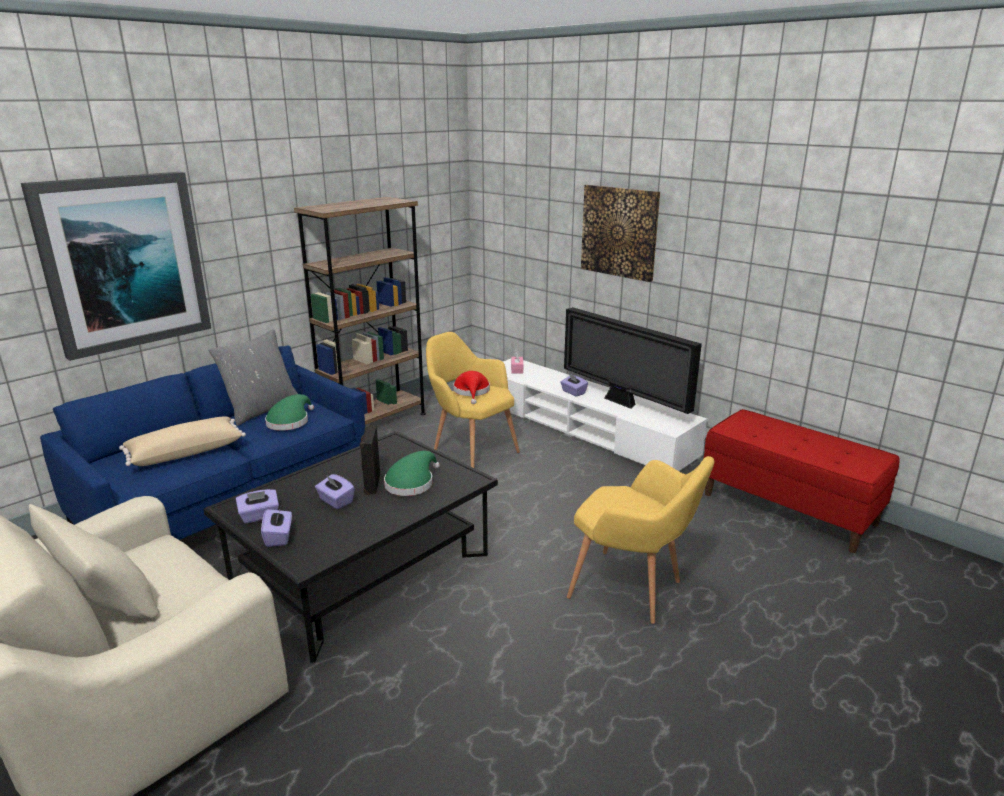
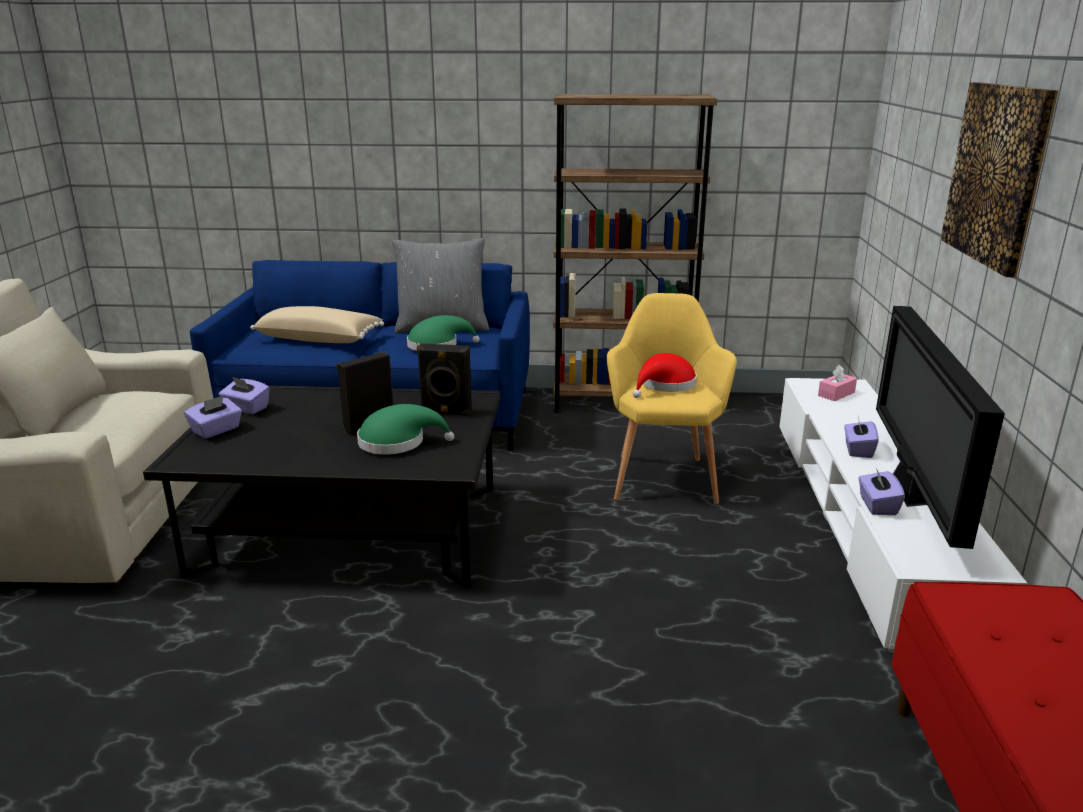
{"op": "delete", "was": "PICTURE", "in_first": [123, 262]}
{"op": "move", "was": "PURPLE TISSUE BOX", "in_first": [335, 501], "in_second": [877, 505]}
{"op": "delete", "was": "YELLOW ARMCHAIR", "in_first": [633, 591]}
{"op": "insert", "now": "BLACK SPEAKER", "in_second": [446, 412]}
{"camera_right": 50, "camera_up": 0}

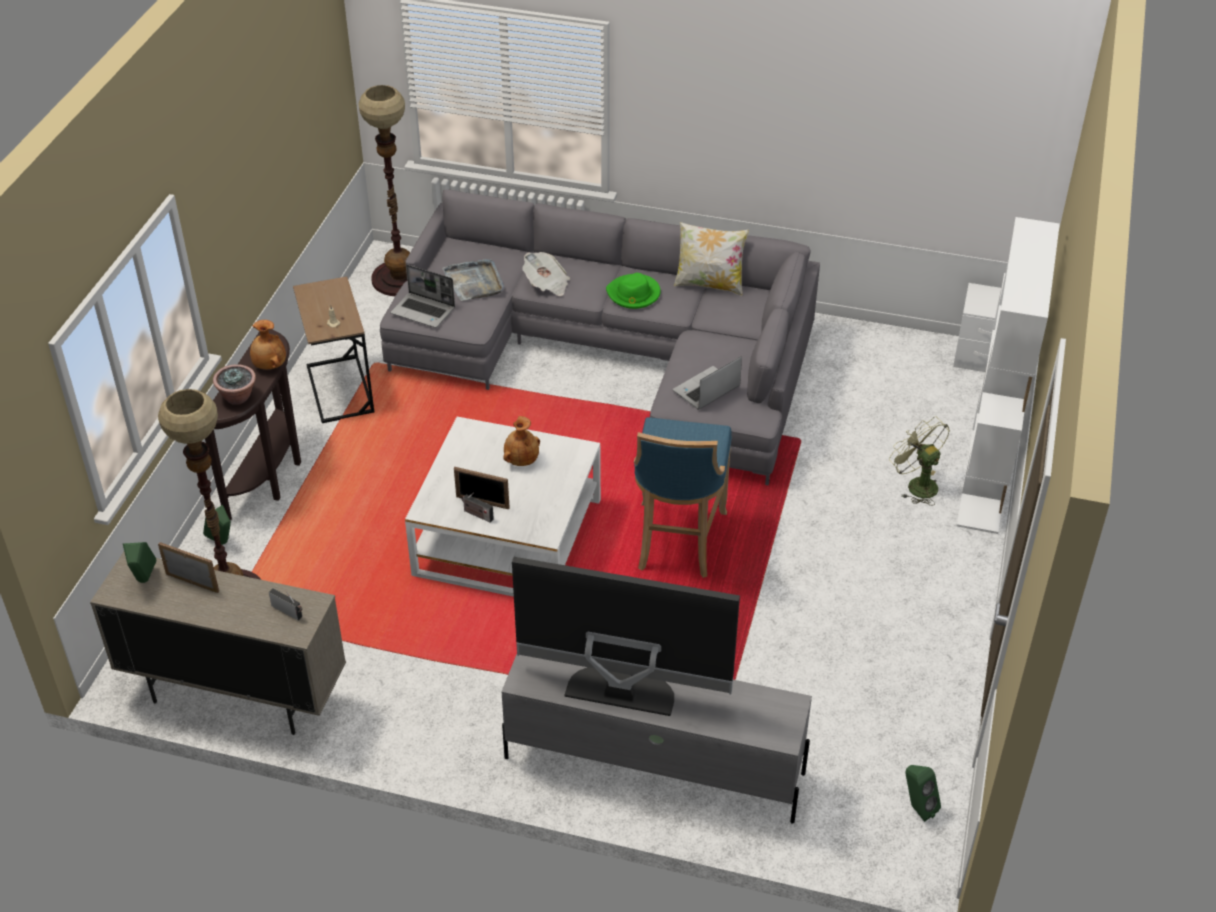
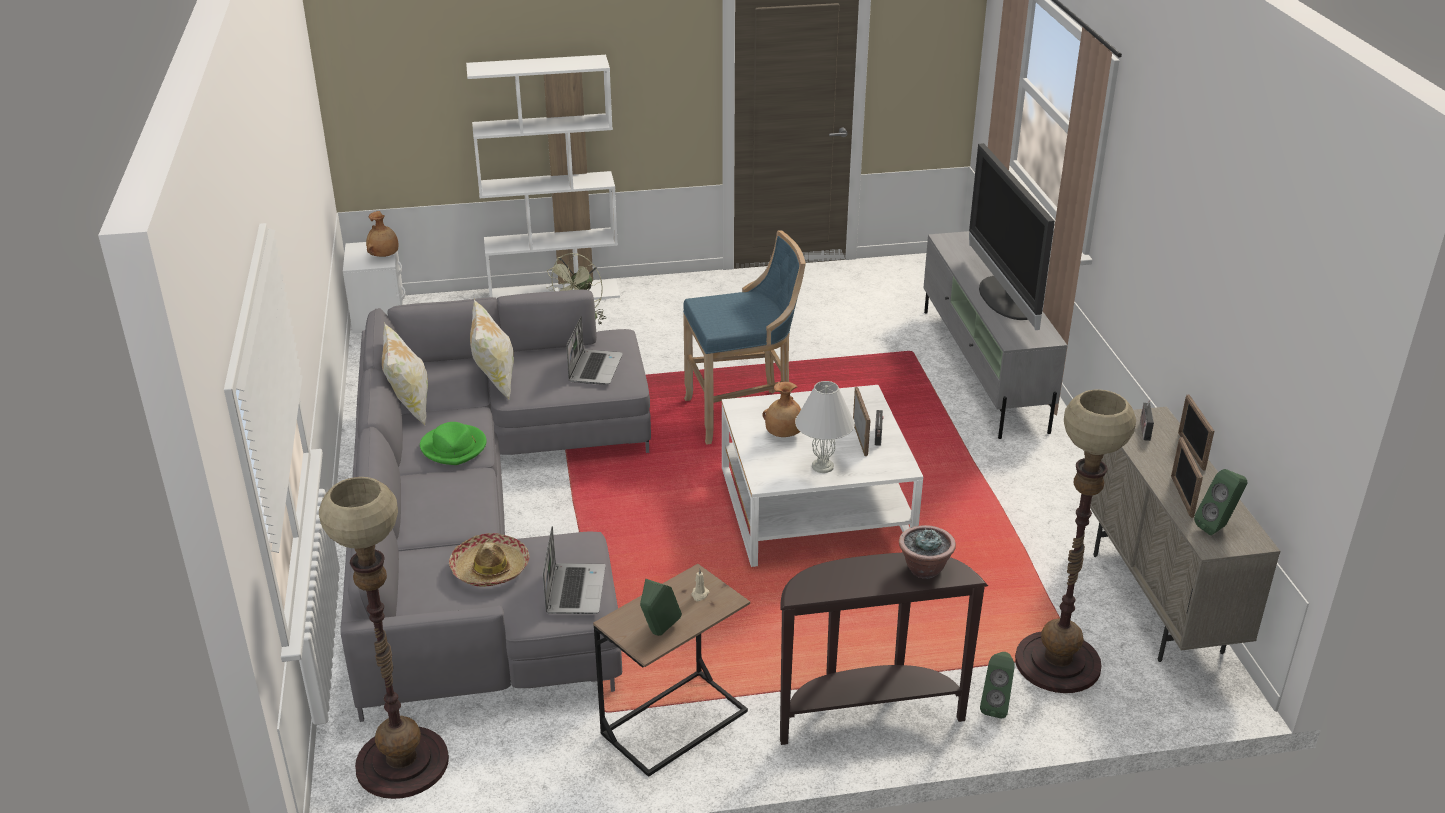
{"op": "move", "was": "BROWN VASE", "in_first": [269, 365], "in_second": [384, 256]}
{"op": "replace", "was": "GREY TRAY", "now": "HAT", "in_first": [474, 282], "in_second": [490, 569]}
{"op": "delete", "was": "NEWSPAPER", "in_first": [546, 284]}
{"op": "rotate", "was": "LAPTOP", "in_first": [706, 390], "in_second": [595, 368], "clockwise": -105}
{"op": "move", "was": "GREEN SPEAKER", "in_first": [917, 807], "in_second": [658, 634]}
{"op": "insert", "now": "PILLOW", "in_second": [495, 380]}
{"op": "insert", "now": "WHITE TABLE LAMP", "in_second": [822, 467]}
{"op": "insert", "now": "PICTURE FRAME", "in_second": [1191, 451]}
{"camera_right": -115, "camera_up": -10}

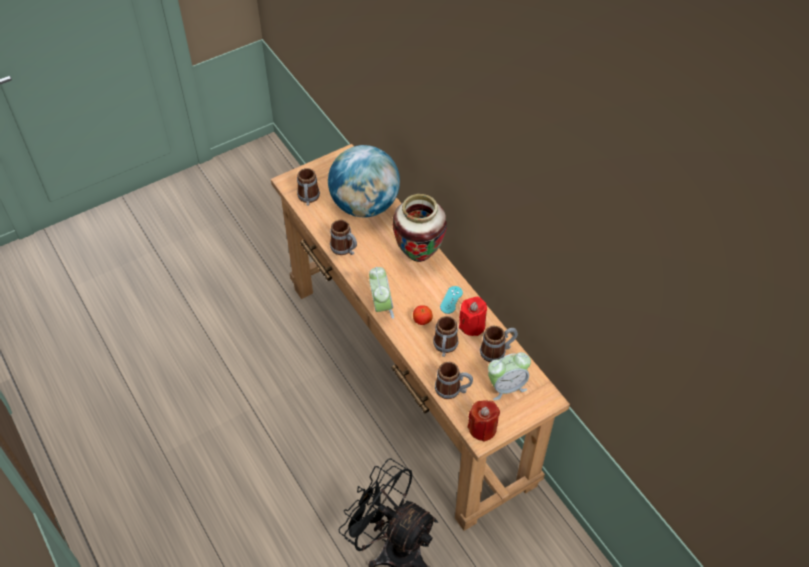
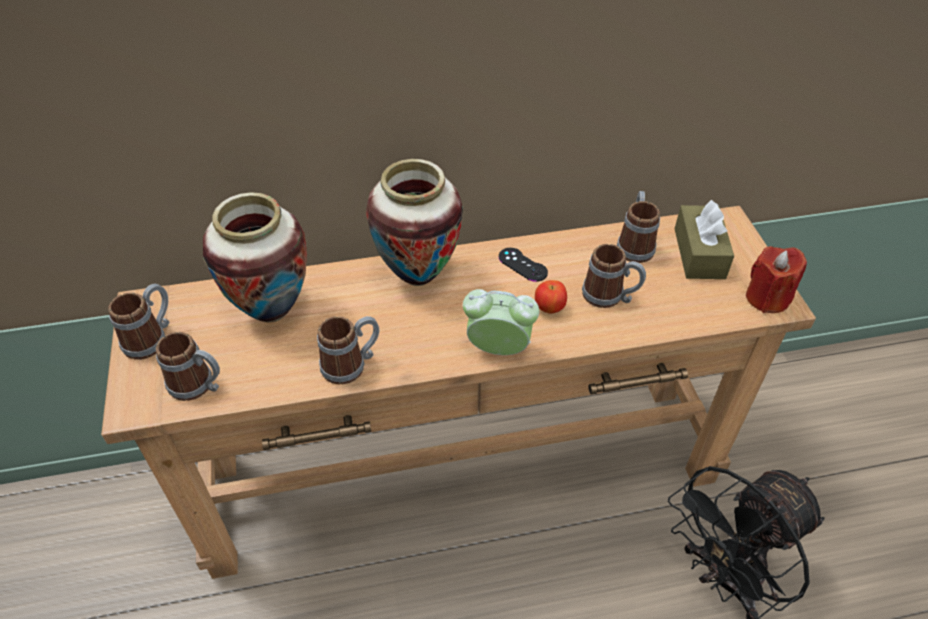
{"op": "replace", "was": "GLOBE", "now": "VASE", "in_first": [364, 205], "in_second": [271, 312]}
{"op": "move", "was": "MUG", "in_first": [453, 390], "in_second": [151, 338]}
{"op": "recolor", "was": "TURQUOISE GAME CONTROLLER", "now": "BLACK GAME CONTROLLER", "in_first": [451, 300], "in_second": [522, 265]}
{"op": "delete", "was": "RED CANDLE", "in_first": [472, 325]}
{"op": "replace", "was": "ALARM CLOCK", "now": "BROWN TISSUE BOX", "in_first": [506, 387], "in_second": [699, 253]}
{"camera_right": -70, "camera_up": -5}

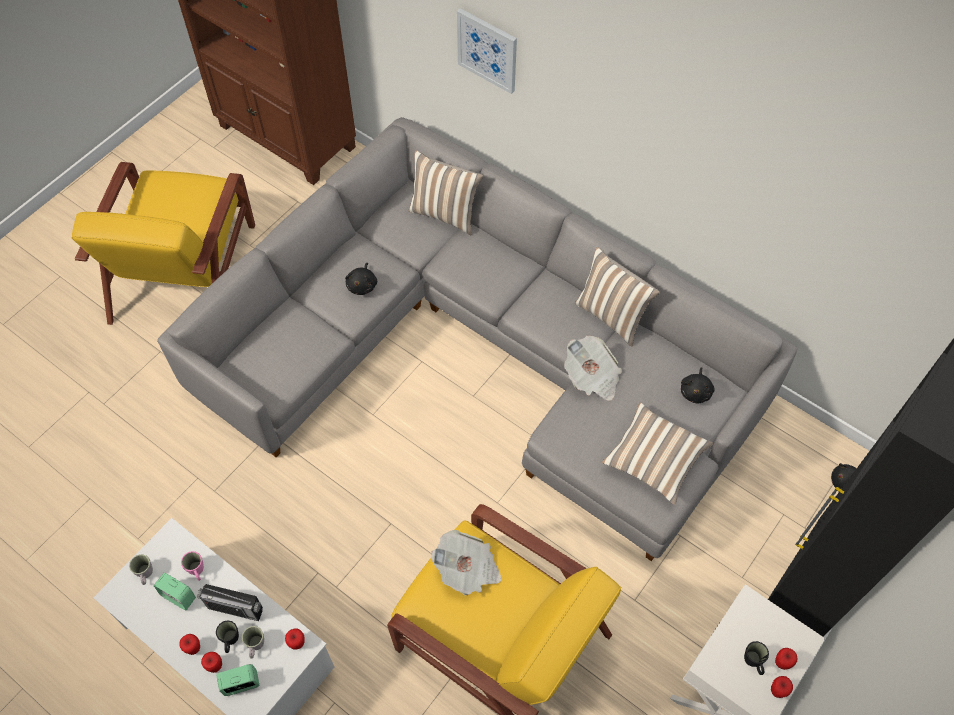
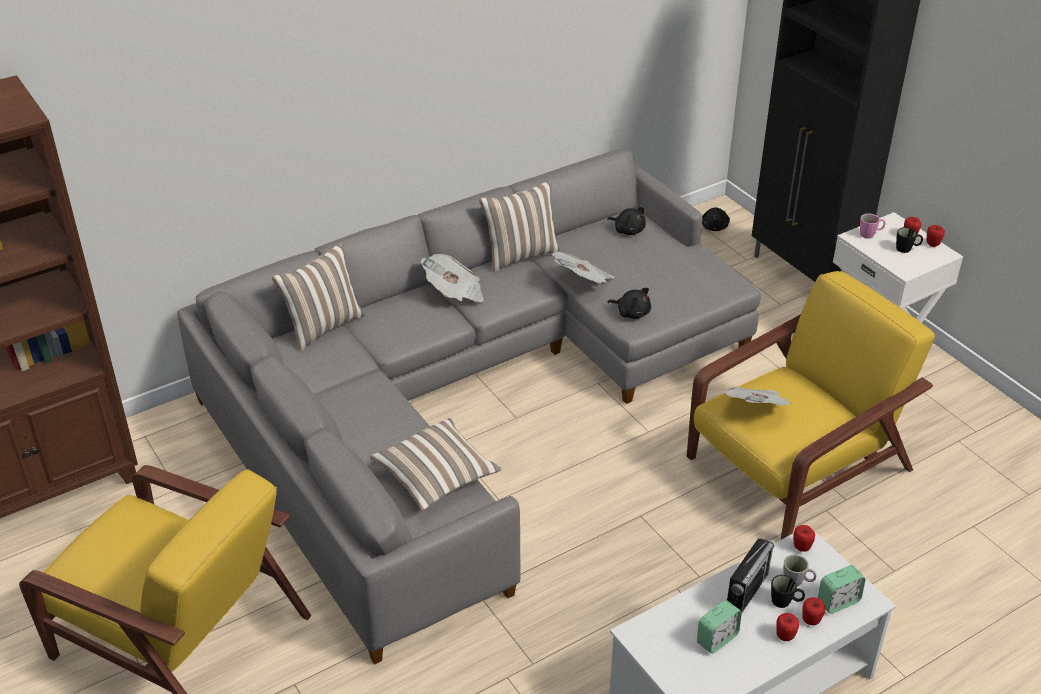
{"op": "delete", "was": "GREY MUG", "in_first": [145, 575]}
{"op": "move", "was": "PINK MUG", "in_first": [197, 571], "in_second": [870, 234]}
{"op": "rotate", "was": "ALARM CLOCK", "in_first": [241, 684], "in_second": [838, 601], "clockwise": -120}
{"op": "move", "was": "BLACK PLUSH TOY", "in_first": [362, 285], "in_second": [631, 313]}
{"op": "delete", "was": "PICTURE", "in_first": [487, 50]}
{"op": "move", "was": "PILLOW", "in_first": [654, 460], "in_second": [436, 477]}
{"op": "insert", "now": "NEWSPAPER", "in_second": [454, 292]}
{"camera_right": -70, "camera_up": -20}

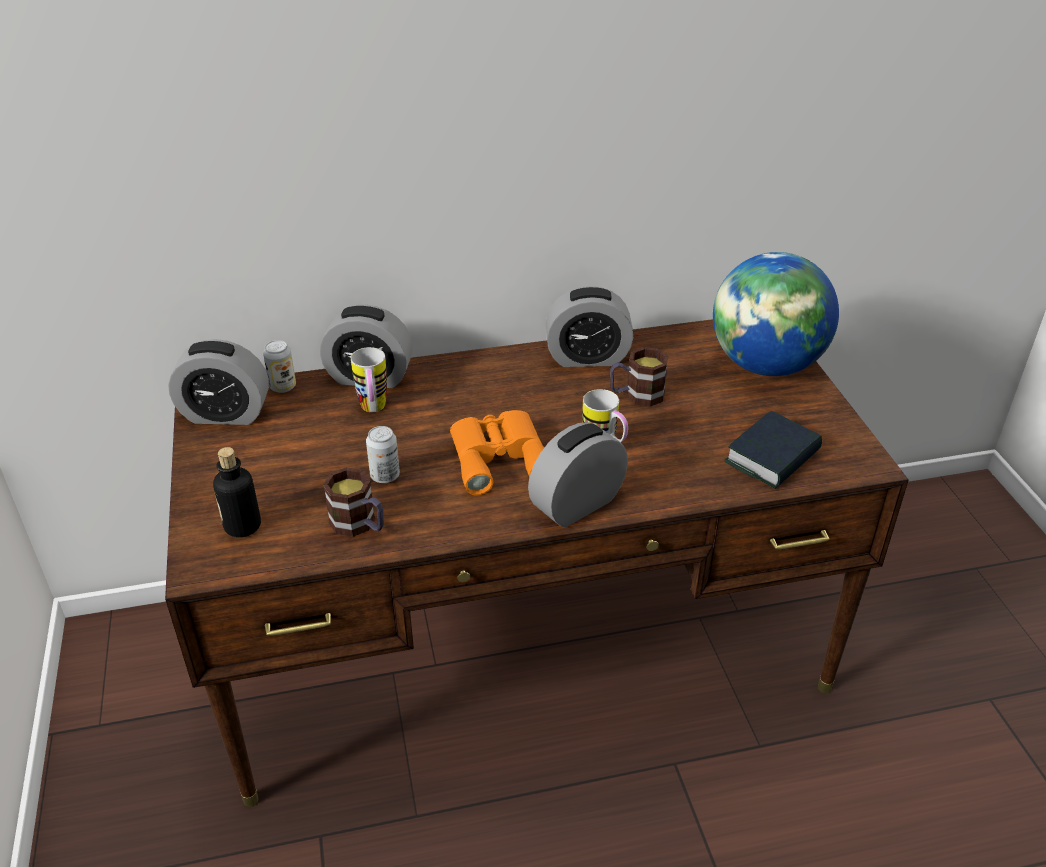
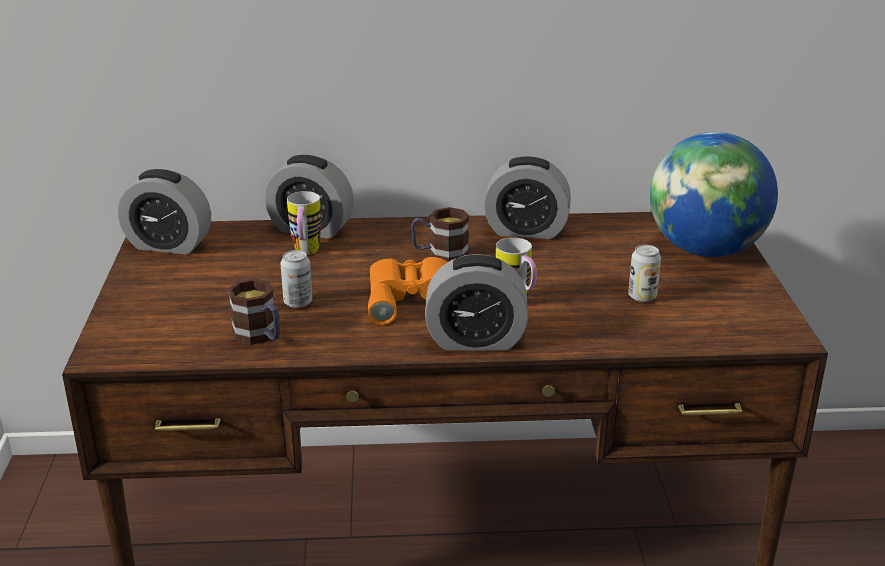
{"op": "delete", "was": "BOTTLE", "in_first": [242, 526]}
{"op": "move", "was": "CAN", "in_first": [283, 387], "in_second": [642, 296]}
{"op": "rotate", "was": "ALARM CLOCK", "in_first": [577, 504], "in_second": [476, 341], "clockwise": -150}
{"op": "move", "was": "MUG", "in_first": [636, 395], "in_second": [440, 255]}
{"op": "delete", "was": "BOOK", "in_first": [772, 457]}
{"camera_right": 10, "camera_up": -10}

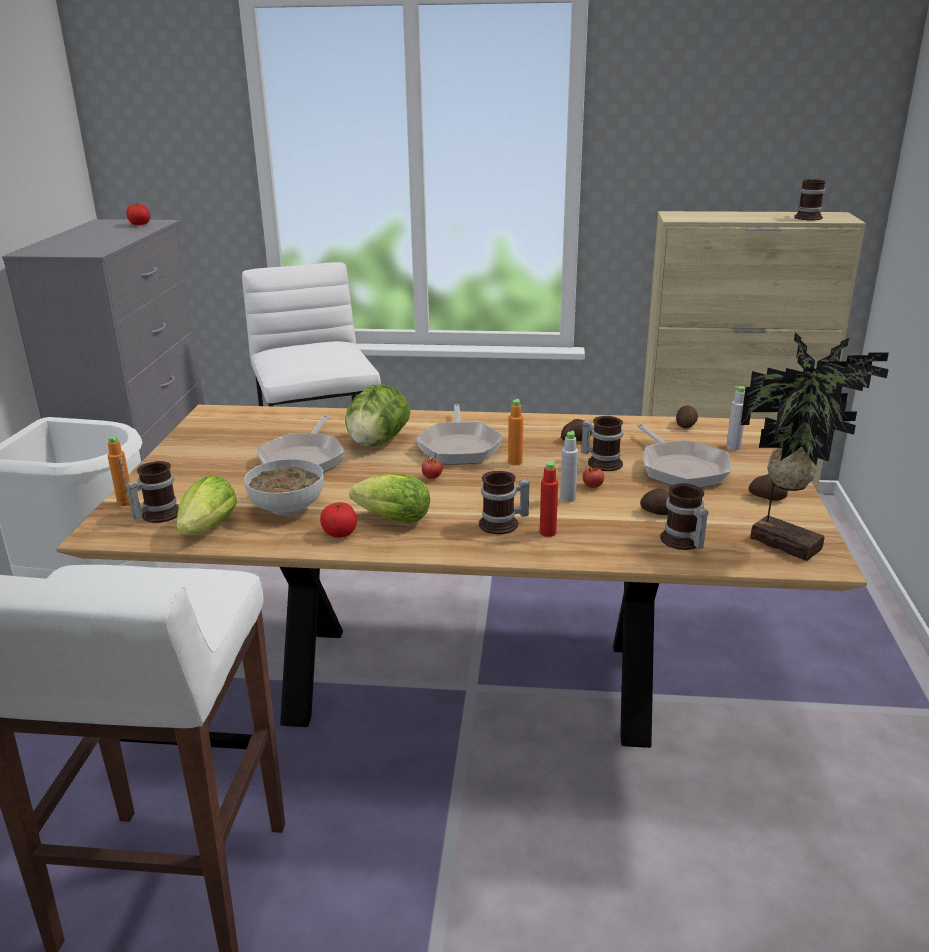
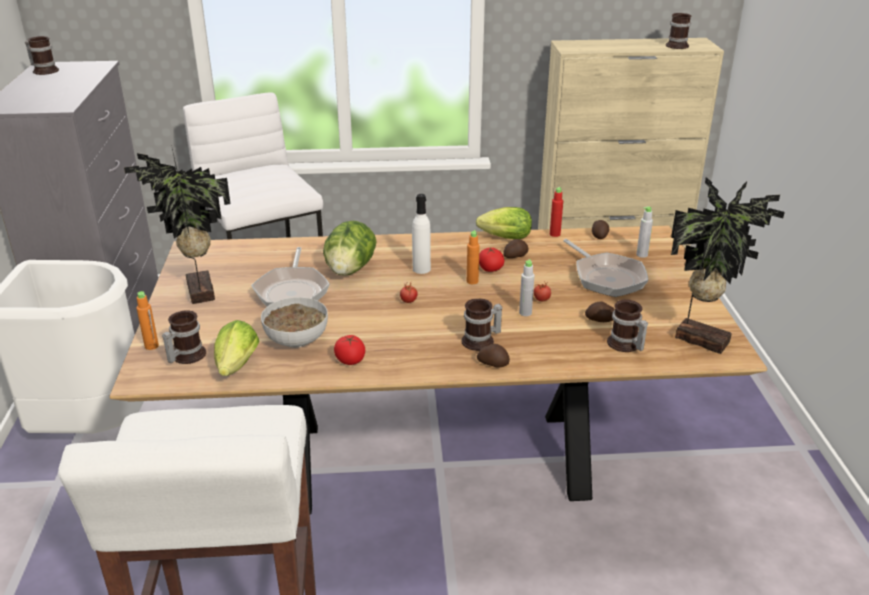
{"op": "move", "was": "TOMATO", "in_first": [139, 224], "in_second": [490, 269]}
{"op": "move", "was": "LETTUCE", "in_first": [389, 519], "in_second": [502, 238]}
{"op": "replace", "was": "FRYING PAN", "now": "WHITE BOTTLE", "in_first": [459, 446], "in_second": [421, 269]}
{"op": "move", "was": "RED BOTTLE", "in_first": [547, 532], "in_second": [555, 234]}
{"op": "move", "was": "MUG", "in_first": [602, 462], "in_second": [45, 70]}
{"op": "move", "was": "POTATO", "in_first": [767, 497], "in_second": [493, 363]}
{"op": "insert", "now": "POTTED PLANT", "in_second": [197, 292]}
{"camera_right": -10, "camera_up": 5}

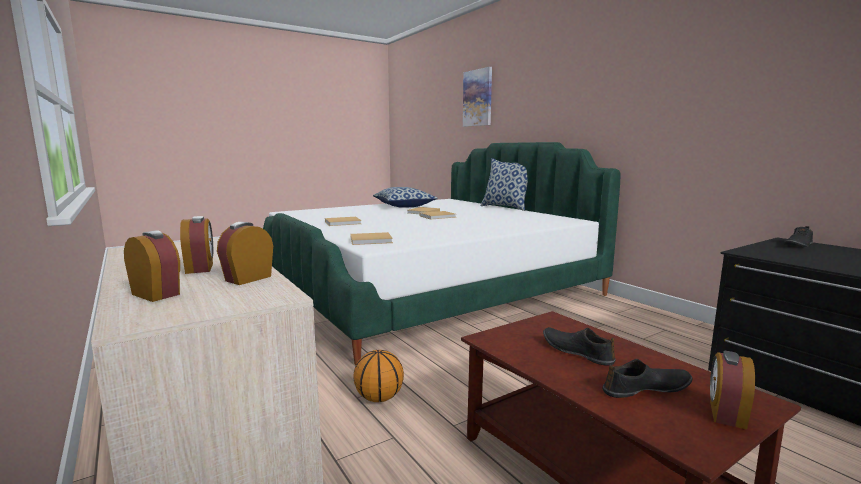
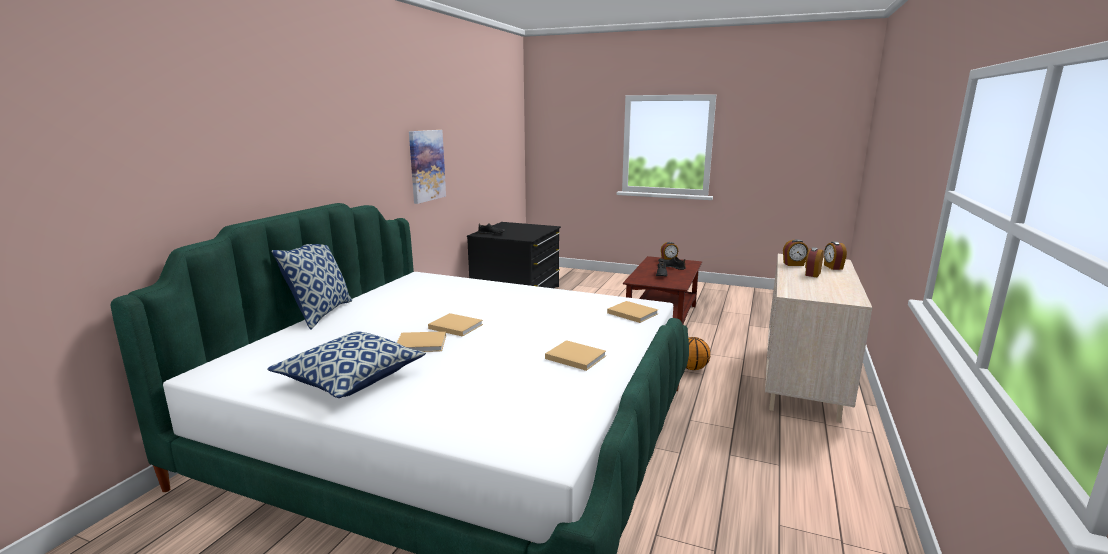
{"op": "move", "was": "PICTURE", "in_first": [478, 98], "in_second": [426, 165]}
{"camera_right": -125, "camera_up": 5}

